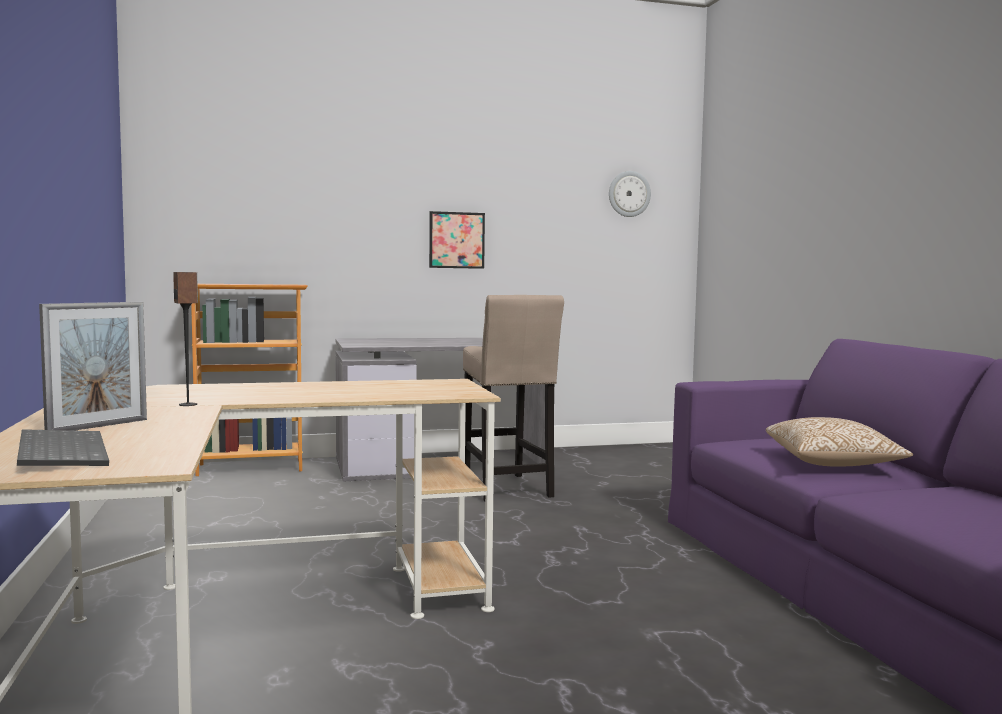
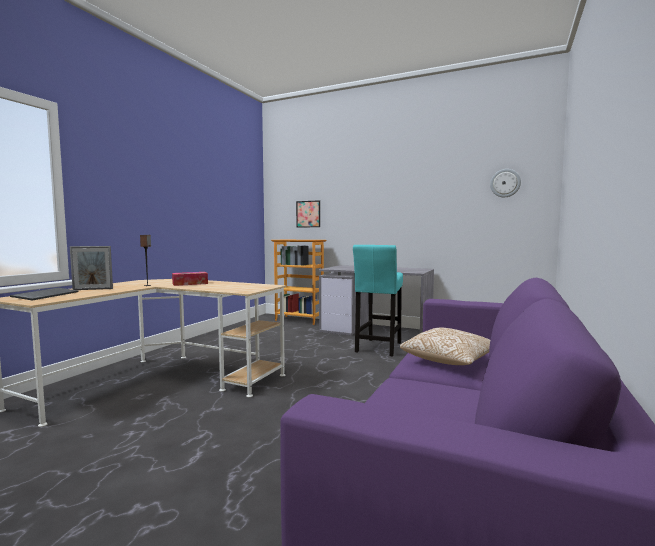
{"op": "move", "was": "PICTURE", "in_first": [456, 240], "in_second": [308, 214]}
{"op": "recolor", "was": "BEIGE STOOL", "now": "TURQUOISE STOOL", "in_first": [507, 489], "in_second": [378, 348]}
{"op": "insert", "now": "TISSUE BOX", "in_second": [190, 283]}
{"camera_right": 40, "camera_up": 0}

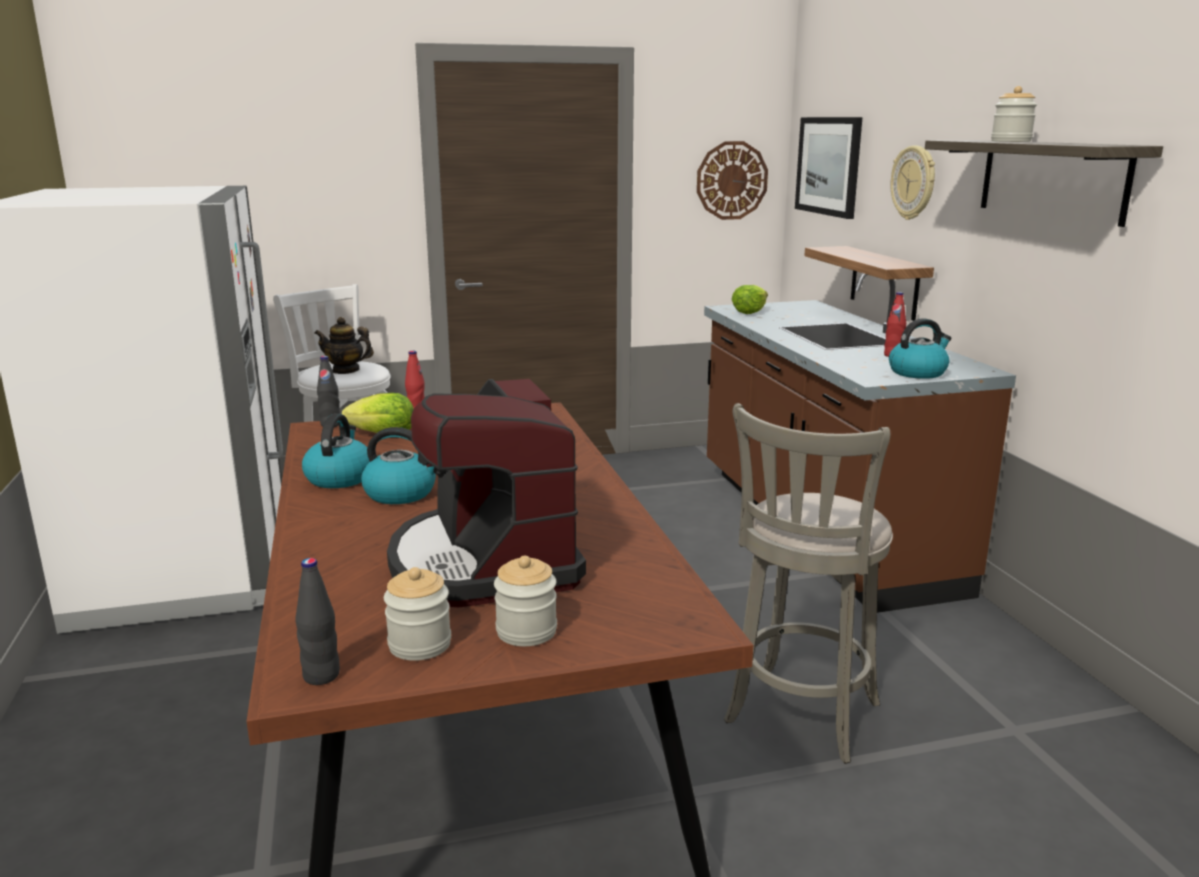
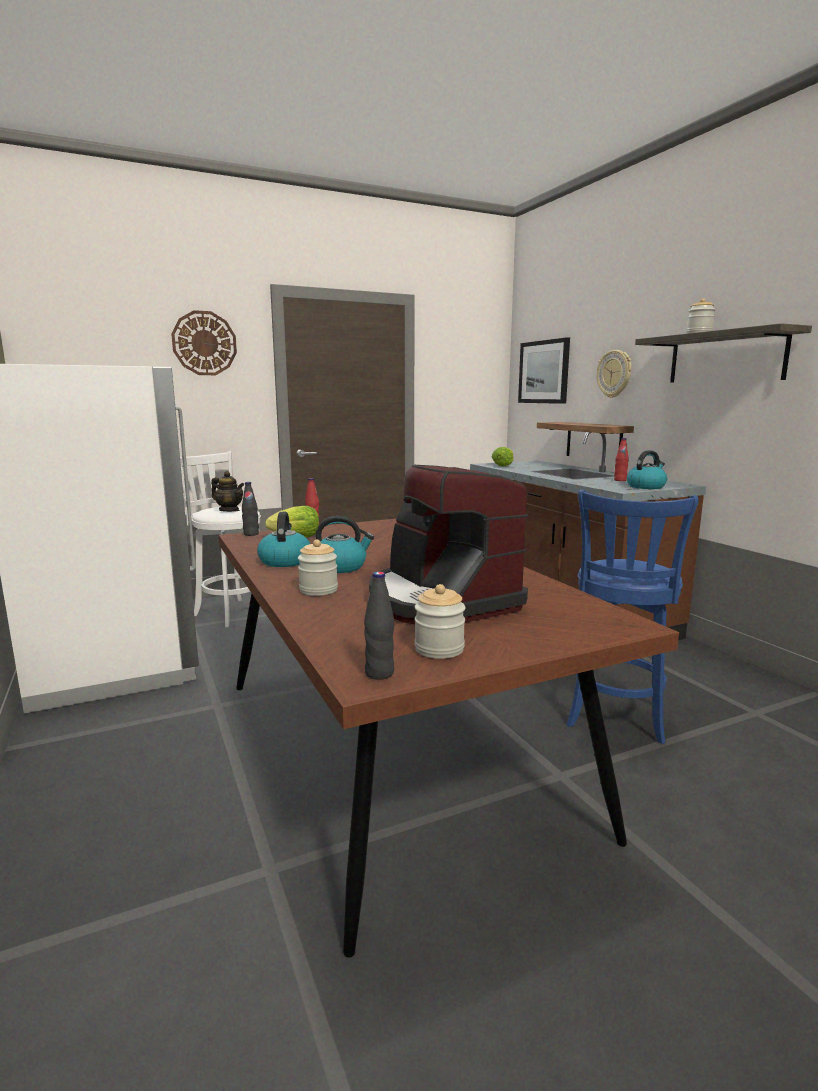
{"op": "rotate", "was": "TEAPOT", "in_first": [346, 370], "in_second": [229, 510], "clockwise": -150}
{"op": "move", "was": "JAR", "in_first": [526, 631], "in_second": [318, 590]}
{"op": "move", "was": "WALL CLOCK", "in_first": [731, 180], "in_second": [204, 343]}
{"op": "recolor", "was": "GREY STOOL", "now": "BLUE STOOL", "in_first": [799, 717], "in_second": [615, 718]}
{"camera_right": -10, "camera_up": -5}

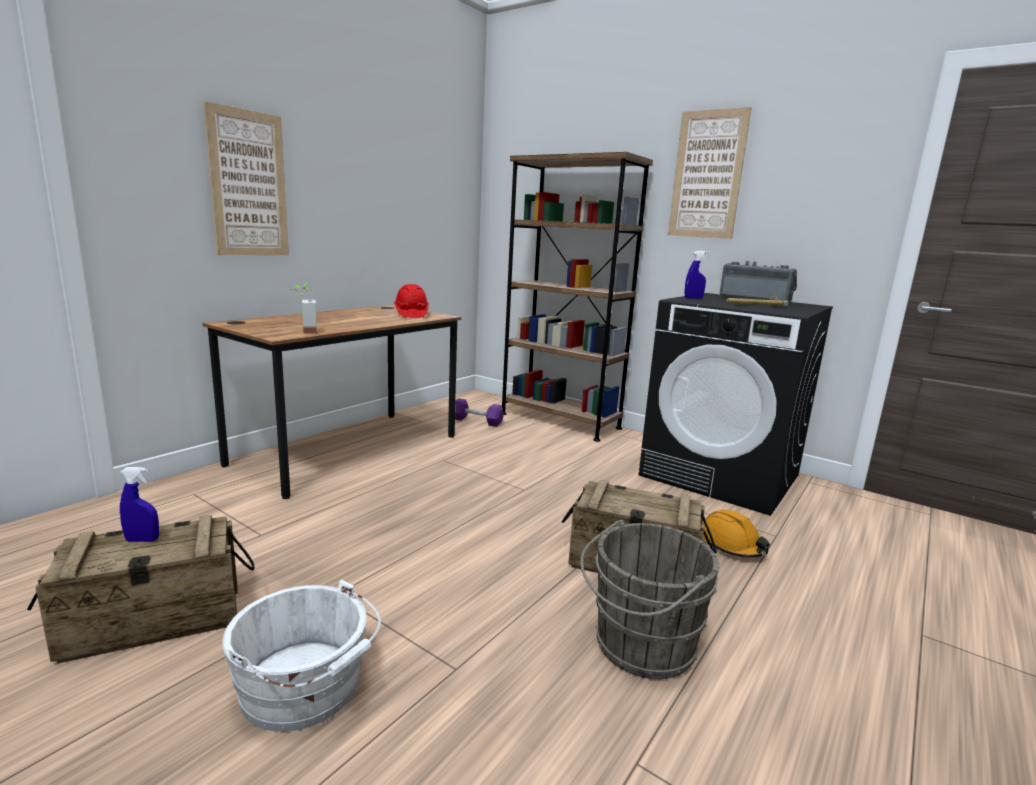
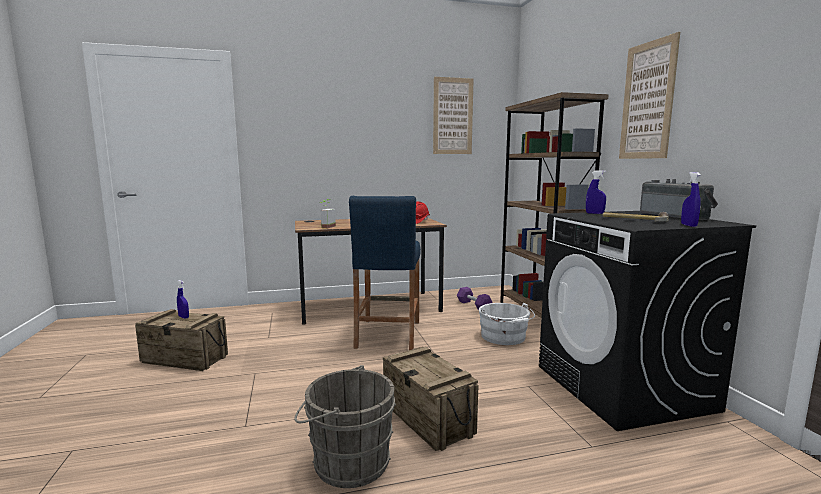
{"op": "move", "was": "PICTURE", "in_first": [249, 184], "in_second": [453, 116]}
{"op": "move", "was": "WHITE BUCKET", "in_first": [306, 688], "in_second": [504, 337]}
{"op": "delete", "was": "ORANGE HARD HAT", "in_first": [731, 545]}
{"op": "insert", "now": "BLUE STOOL", "in_second": [387, 334]}
{"op": "insert", "now": "BLUE SPRAY BOTTLE", "in_second": [688, 225]}
{"camera_right": 40, "camera_up": -5}

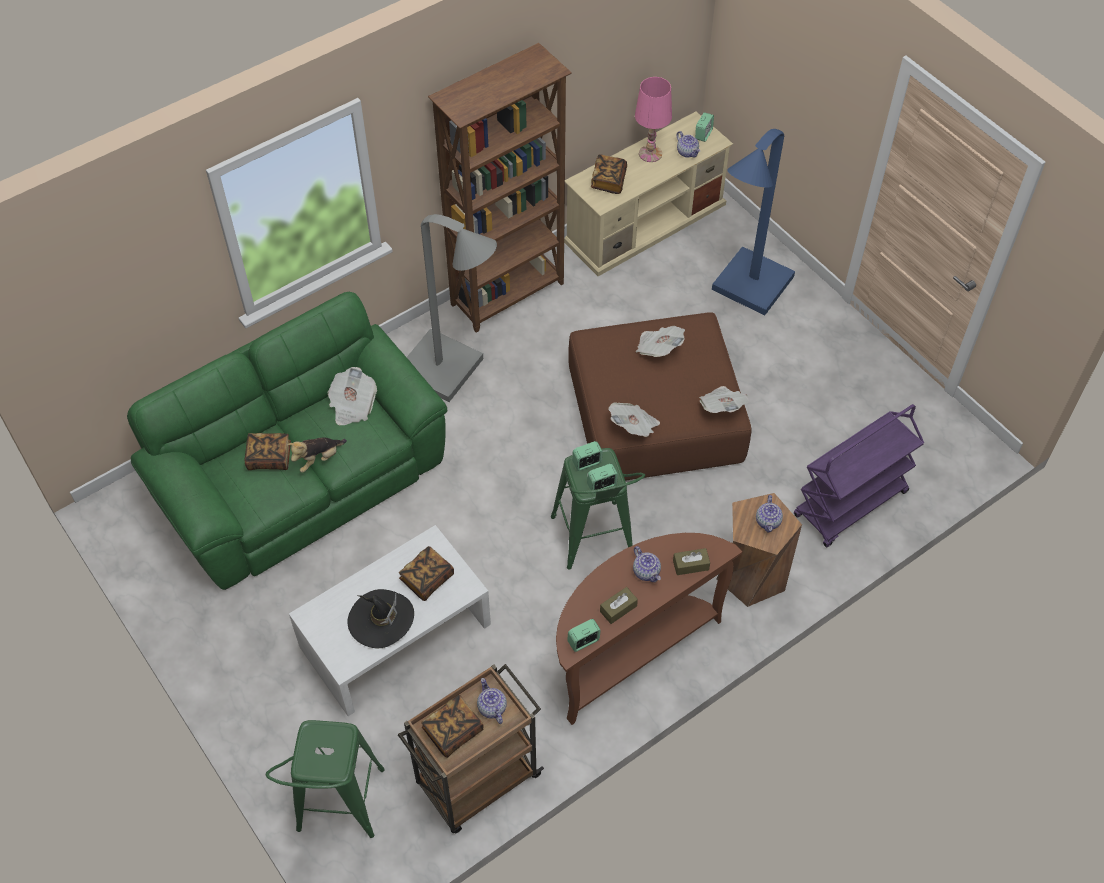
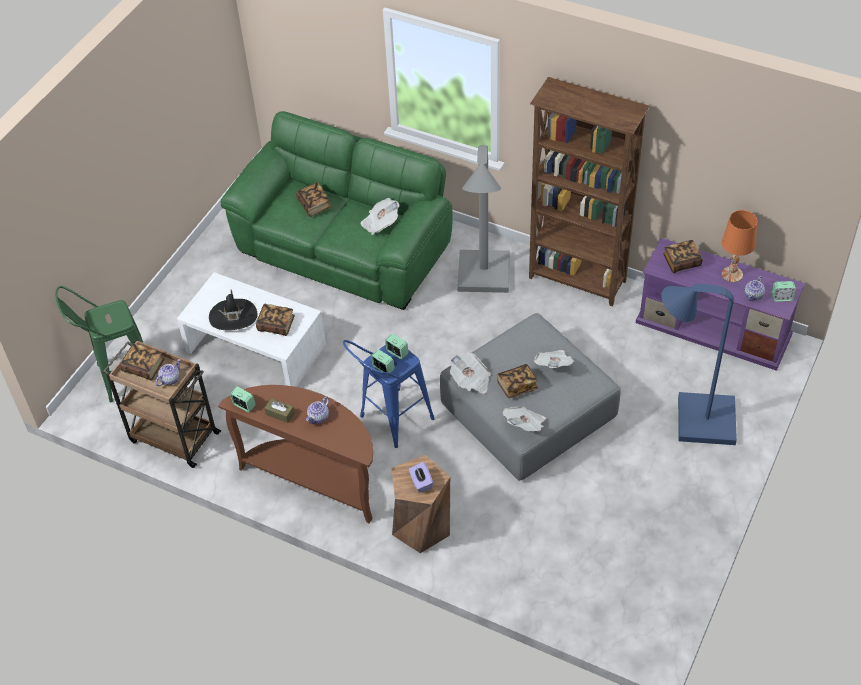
{"op": "delete", "was": "PLUSH TOY", "in_first": [318, 459]}
{"op": "recolor", "was": "GREEN STOOL", "now": "BLUE STOOL", "in_first": [594, 543], "in_second": [390, 422]}
{"op": "recolor", "was": "BEIGE TV STAND", "now": "PURPLE TV STAND", "in_first": [646, 222], "in_second": [714, 328]}
{"op": "recolor", "was": "BROWN OTTOMAN", "now": "GREY OTTOMAN", "in_first": [653, 414], "in_second": [528, 409]}
{"op": "recolor", "was": "PINK TABLE LAMP", "now": "ORANGE TABLE LAMP", "in_first": [650, 154], "in_second": [731, 274]}
{"op": "delete", "was": "BROWN TISSUE BOX", "in_first": [690, 565]}
{"op": "replace", "was": "TEAPOT", "now": "PURPLE TISSUE BOX", "in_first": [768, 522], "in_second": [421, 482]}
{"op": "delete", "was": "PURPLE CART", "in_first": [850, 505]}
{"op": "insert", "now": "BOOK", "in_second": [517, 386]}
{"camera_right": 65, "camera_up": -5}

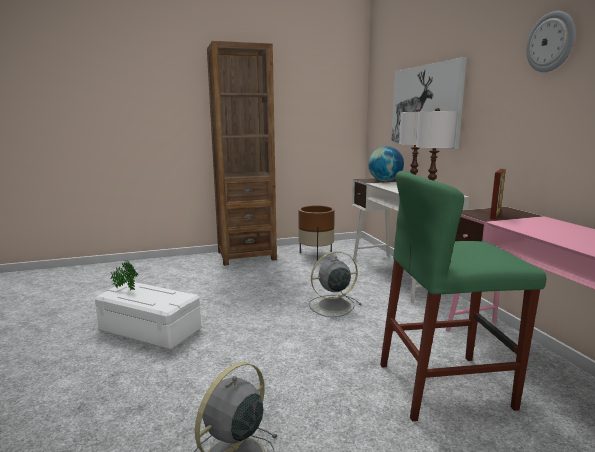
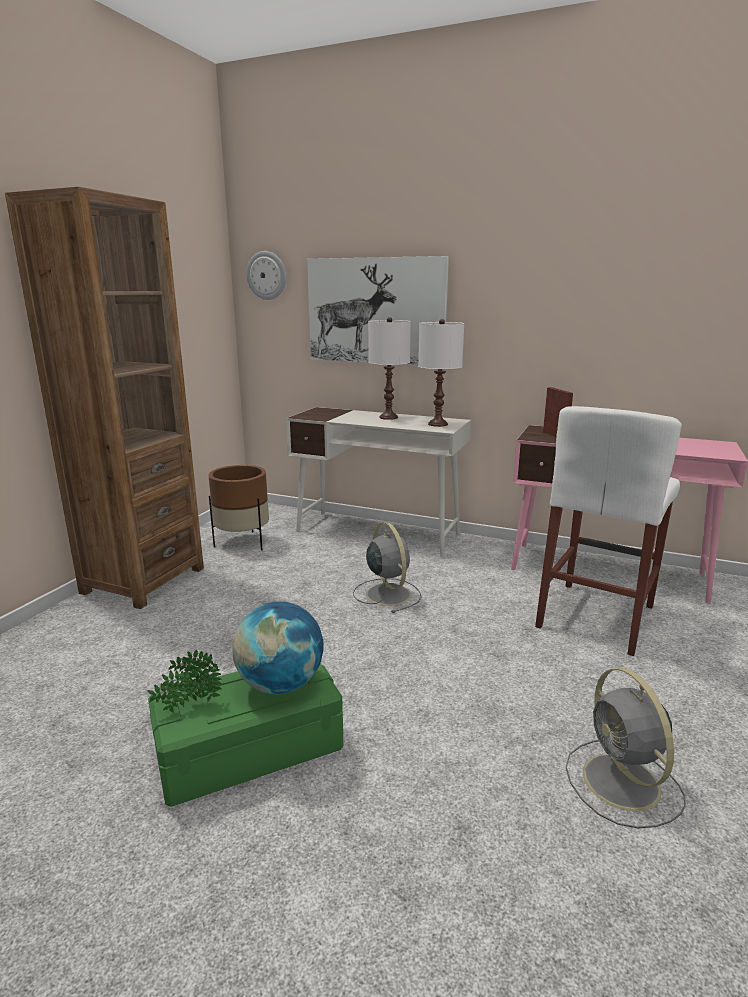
{"op": "recolor", "was": "WHITE STORAGE BOX", "now": "GREEN STORAGE BOX", "in_first": [151, 329], "in_second": [250, 748]}
{"op": "rotate", "was": "GREY FAN", "in_first": [332, 305], "in_second": [387, 594], "clockwise": 135}
{"op": "move", "was": "GLOBE", "in_first": [385, 181], "in_second": [280, 684]}
{"op": "recolor", "was": "GREEN STOOL", "now": "WHITE STOOL", "in_first": [444, 385], "in_second": [596, 616]}
{"op": "move", "was": "WALL CLOCK", "in_first": [551, 42], "in_second": [267, 275]}
{"camera_right": -50, "camera_up": 5}

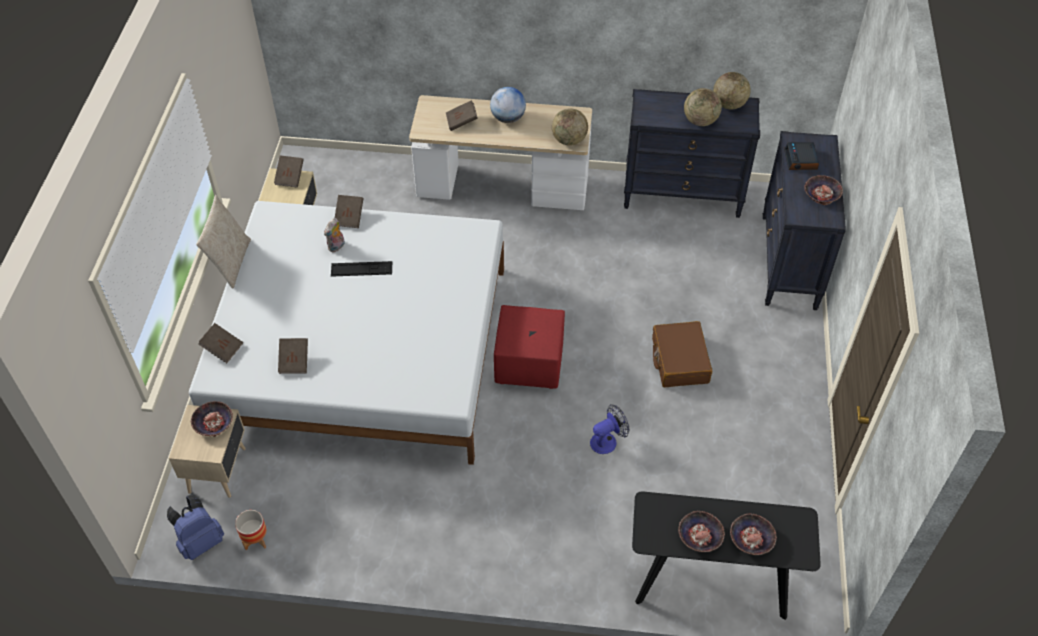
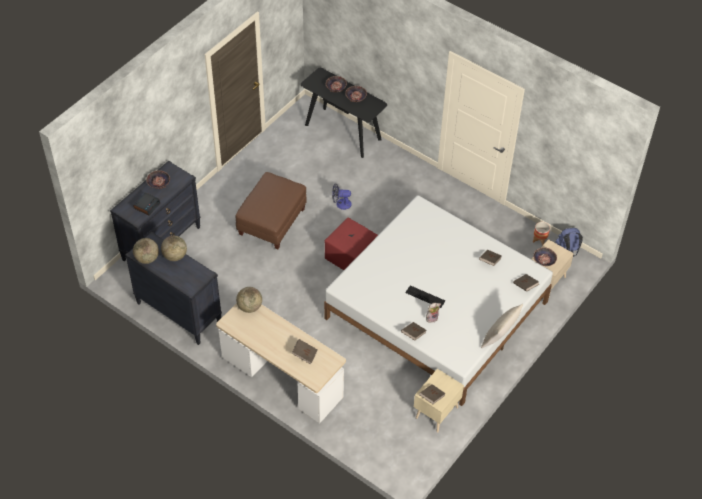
{"op": "delete", "was": "GLOBE", "in_first": [508, 118]}
{"op": "replace", "was": "BROWN SUITCASE", "now": "BROWN OTTOMAN", "in_first": [679, 361], "in_second": [272, 222]}
{"camera_right": -150, "camera_up": 0}

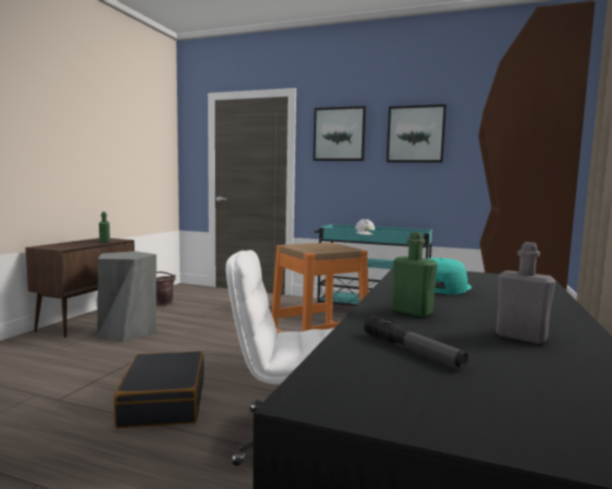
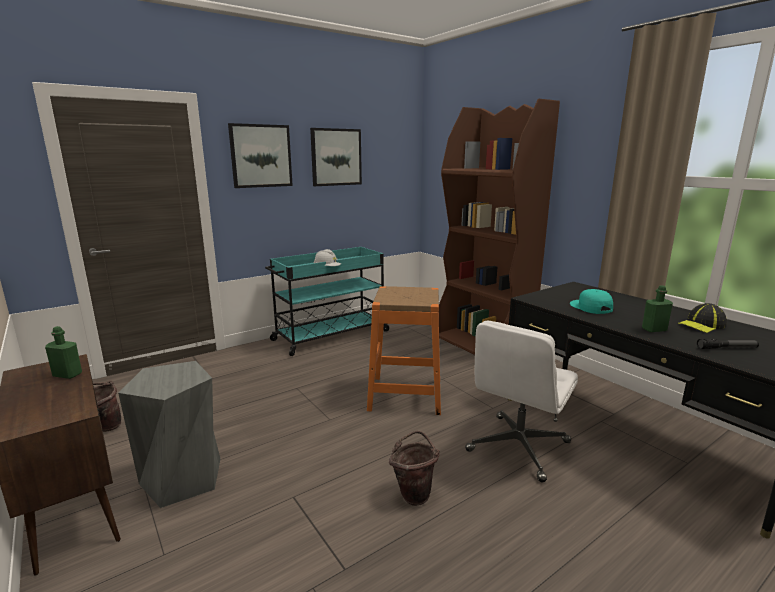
{"op": "replace", "was": "BLACK SUITCASE", "now": "BROWN BUCKET", "in_first": [163, 402], "in_second": [414, 493]}
{"op": "replace", "was": "GREY BOTTLE", "now": "CAP", "in_first": [521, 337], "in_second": [702, 325]}
{"camera_right": -55, "camera_up": 10}

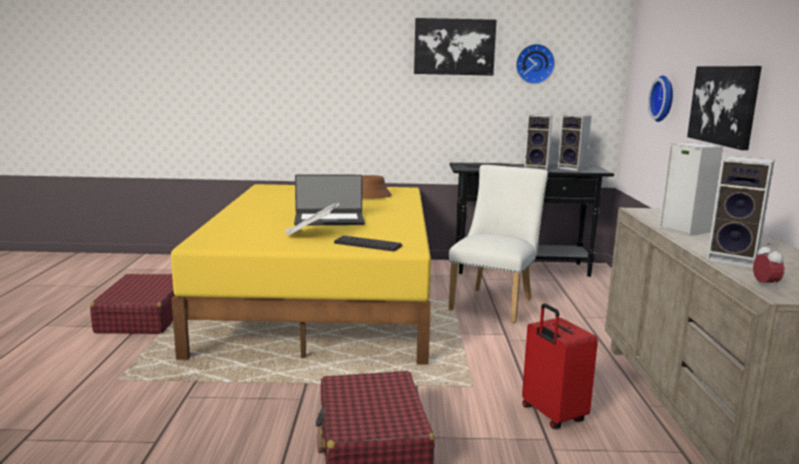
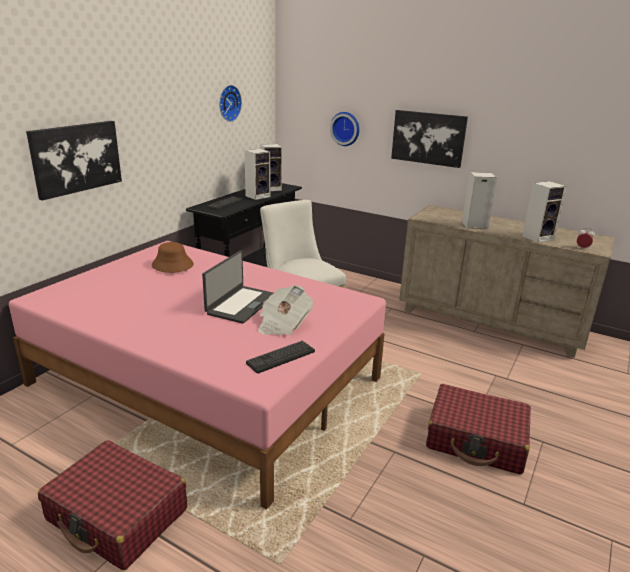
{"op": "recolor", "was": "YELLOW BED", "now": "PINK BED", "in_first": [324, 299], "in_second": [207, 381]}
{"op": "move", "was": "KEYBOARD", "in_first": [367, 244], "in_second": [281, 357]}
{"op": "move", "was": "PICTURE", "in_first": [454, 47], "in_second": [76, 158]}
{"op": "delete", "was": "RED SUITCASE", "in_first": [551, 415]}
{"camera_right": -60, "camera_up": 10}

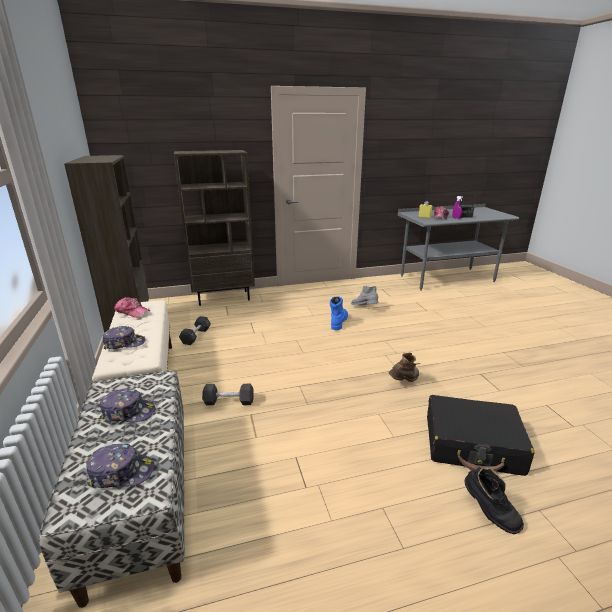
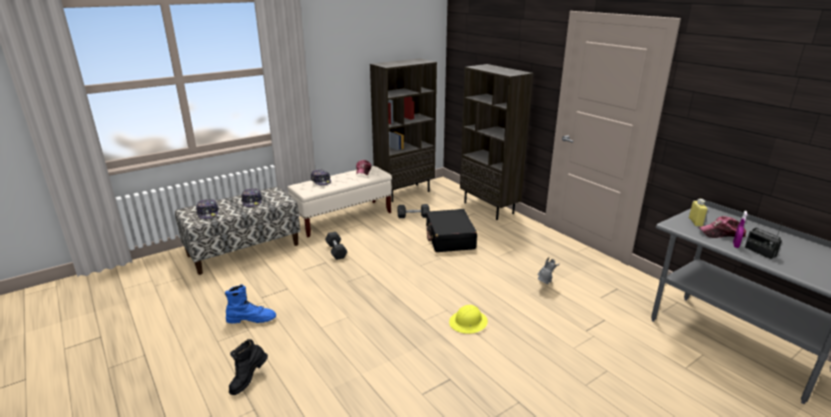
{"op": "move", "was": "BLUE BOOT", "in_first": [338, 322], "in_second": [251, 319]}
{"op": "delete", "was": "BROWN BOOT", "in_first": [404, 381]}
{"op": "move", "was": "BLACK SUITCASE", "in_first": [472, 445], "in_second": [450, 238]}
{"op": "insert", "now": "YELLOW HARD HAT", "in_second": [468, 323]}
{"camera_right": 70, "camera_up": 0}

